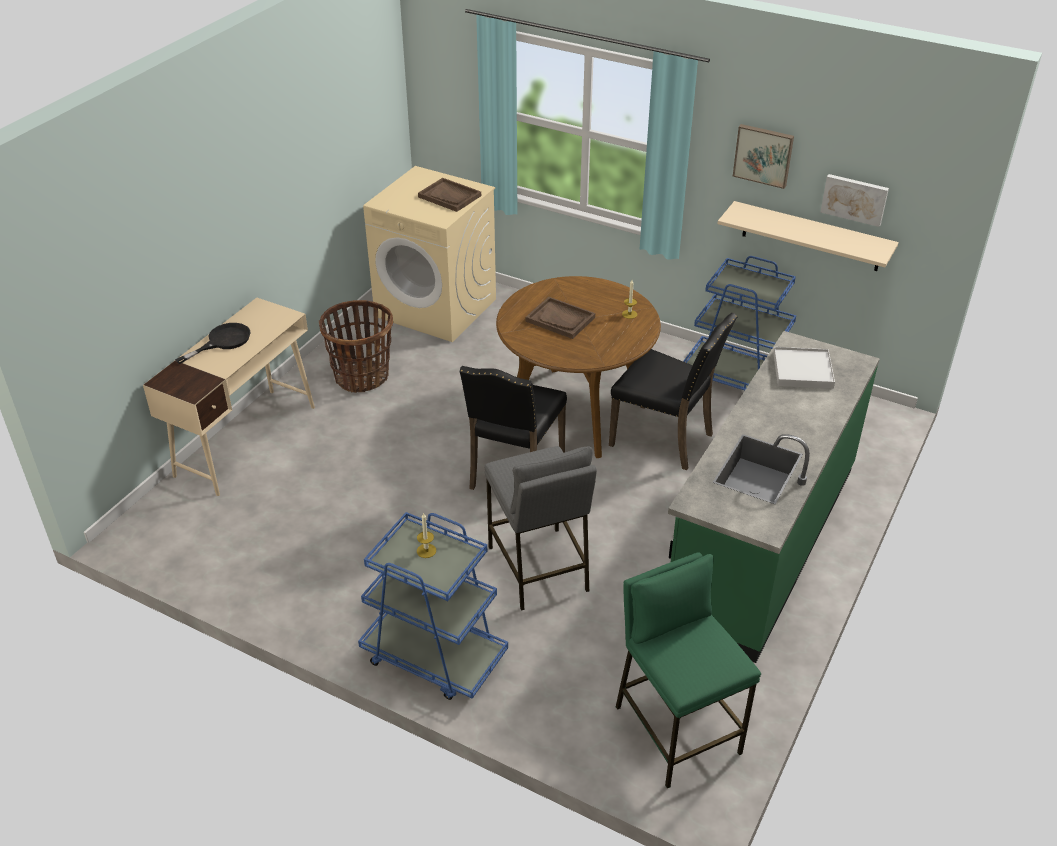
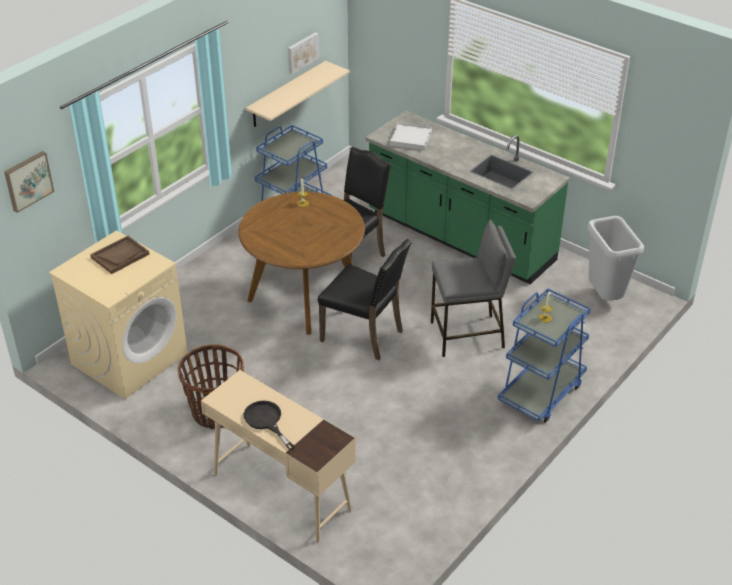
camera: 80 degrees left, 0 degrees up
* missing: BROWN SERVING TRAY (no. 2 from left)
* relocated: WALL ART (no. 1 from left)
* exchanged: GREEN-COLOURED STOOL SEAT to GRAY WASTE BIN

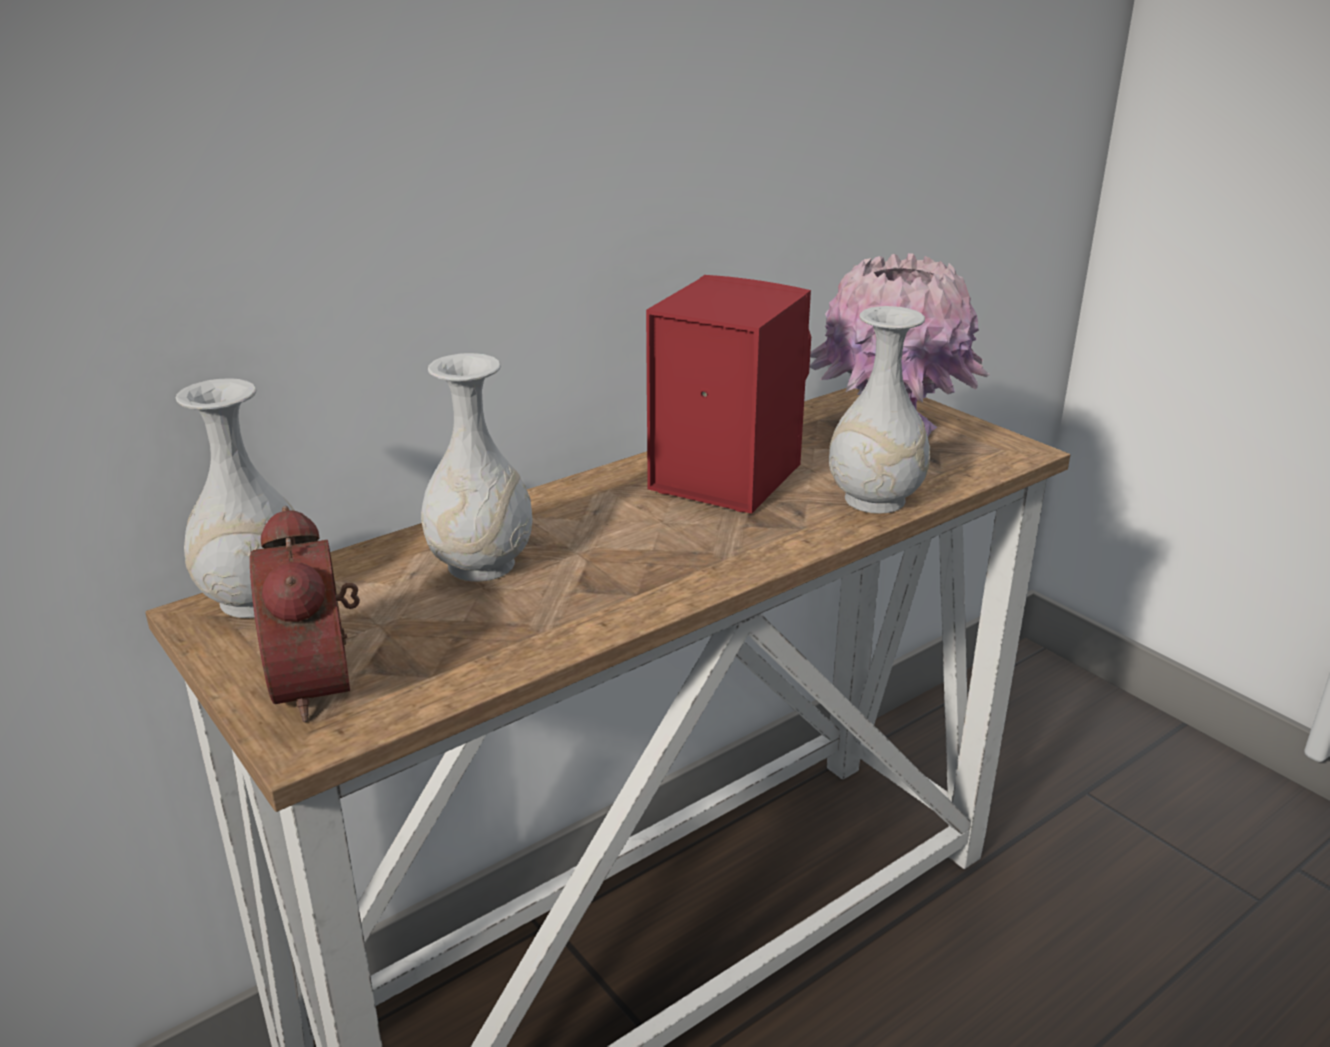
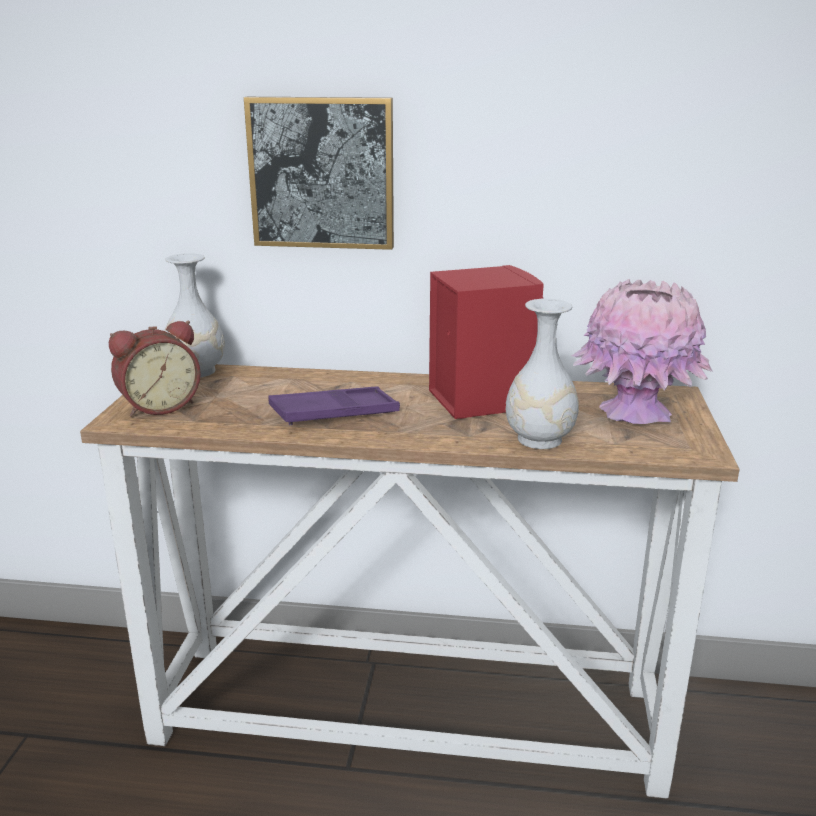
camera: 45 degrees right, 5 degrees down
* missing: WHITISH DECORATIVE VASE (no. 2 from left)
* appeared: WALL ART
* appeared: PURPLISH SERVING TRAY
* spun: ALARM CLOCK 150 degrees counterclockwise

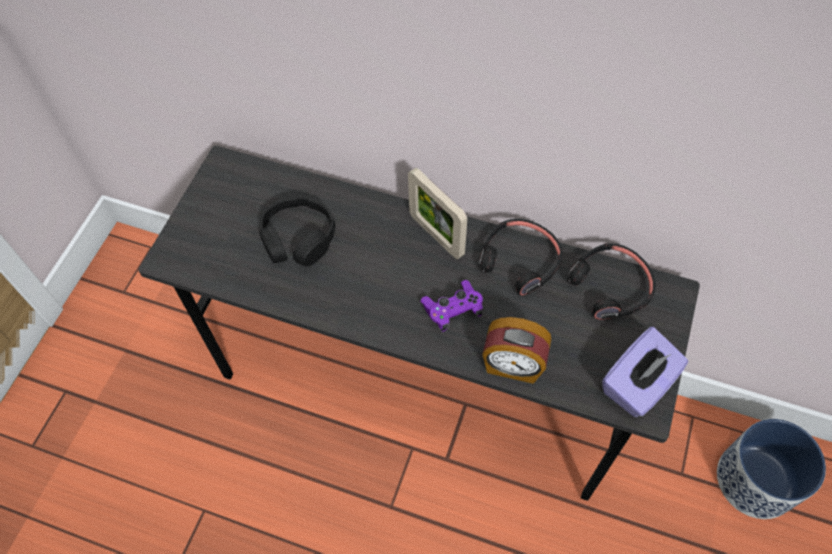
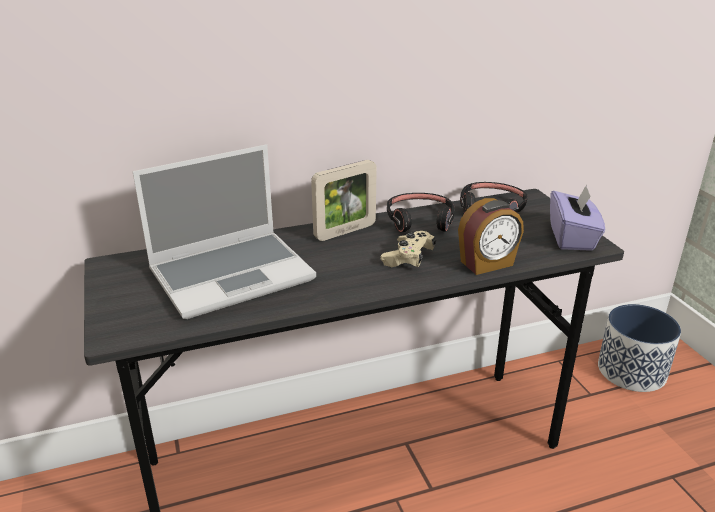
camera: 40 degrees left, 30 degrees down
* exchanged: BLACKISH PAIR OF HEADPHONES (no. 1 from left) to PORTABLE COMPUTER
* colour: PURPLISH JOYPAD to SAND-COLOURED JOYPAD
* spun: PICTURE FRAME 45 degrees counterclockwise

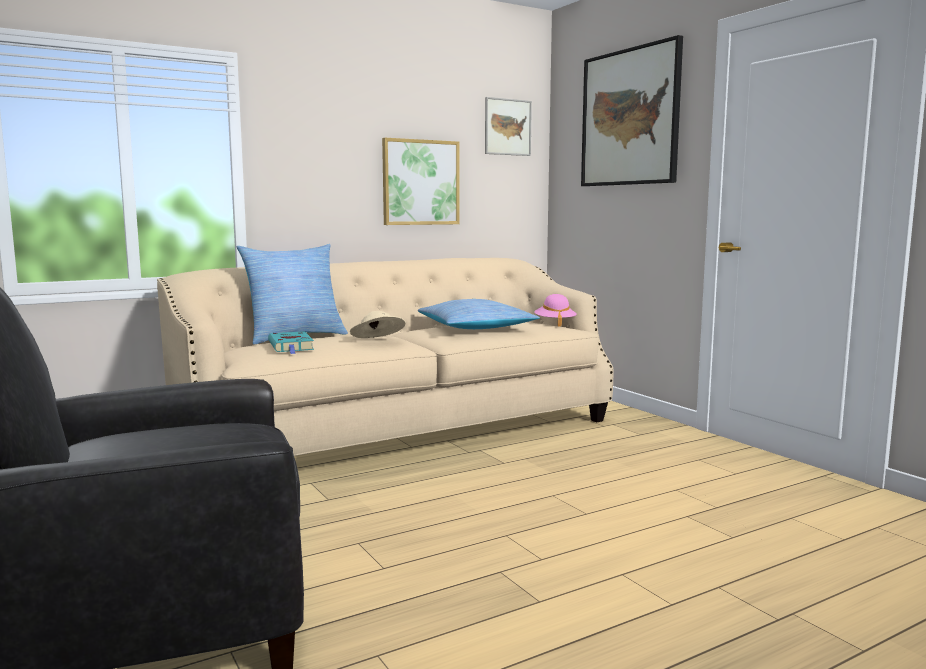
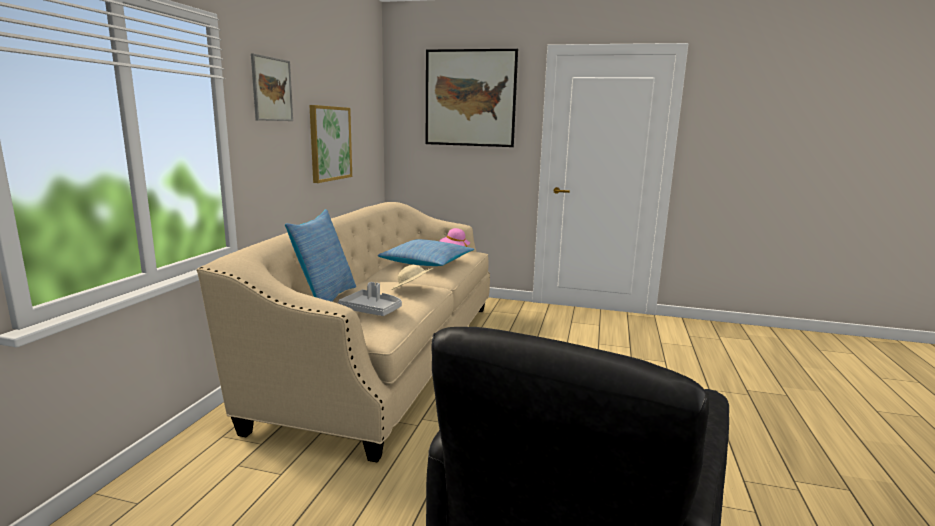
camera: 45 degrees left, 5 degrees up
* relocated: WALL ART (no. 2 from left in the first image) to WALL ART (no. 1 from left)
* exchanged: TURQUOISE BOOK to GRAY SERVING TRAY

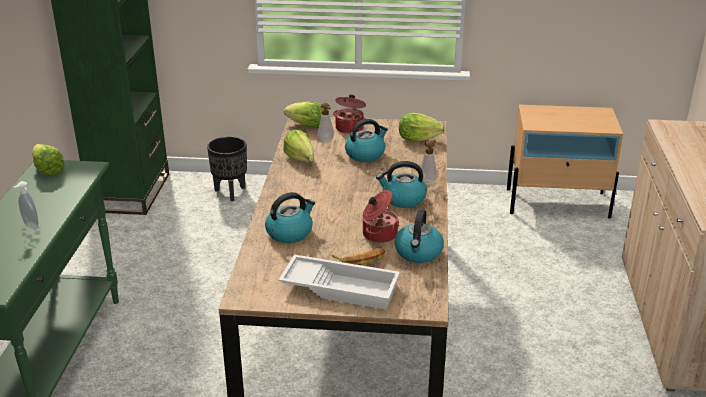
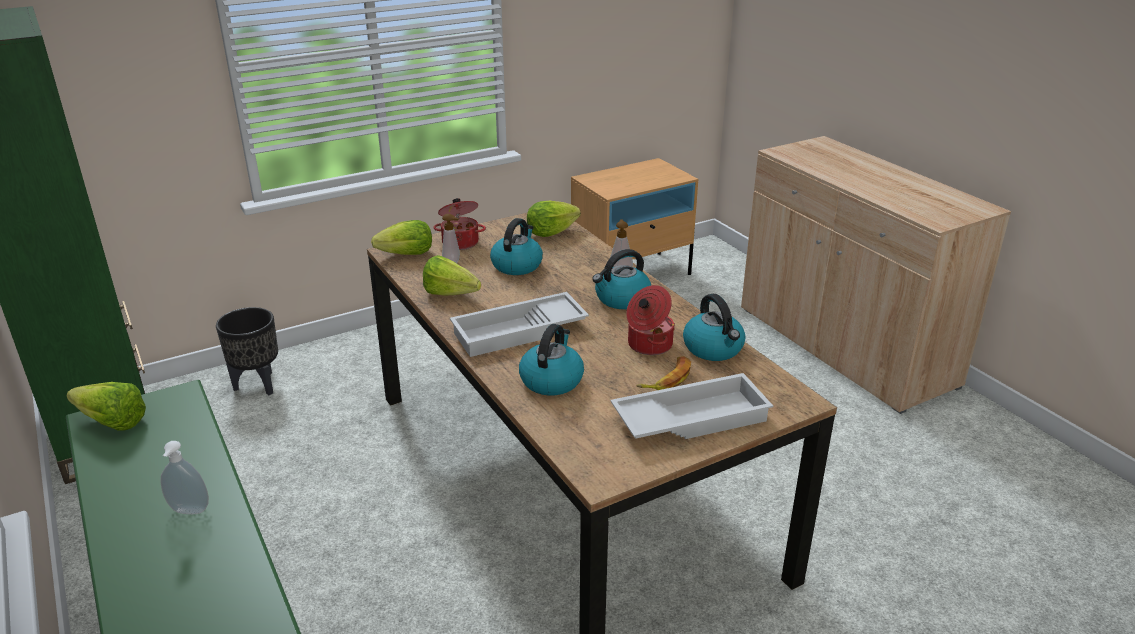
camera: 35 degrees left, 0 degrees up
* appeared: WHITISH SERVING TRAY (no. 1 from left)

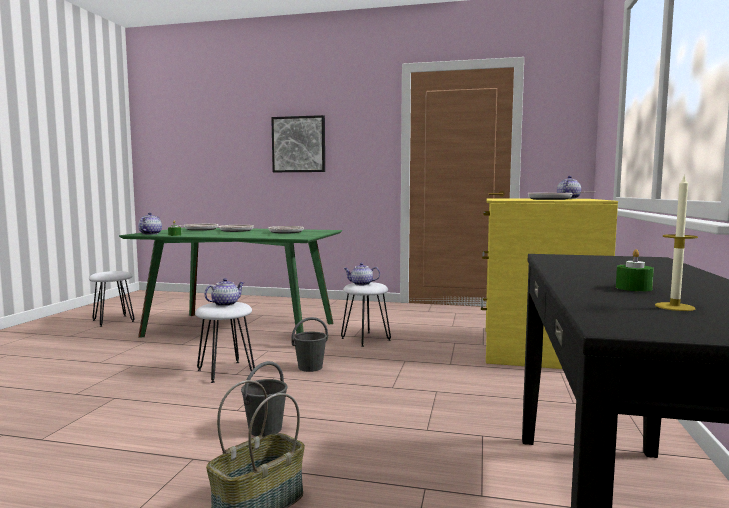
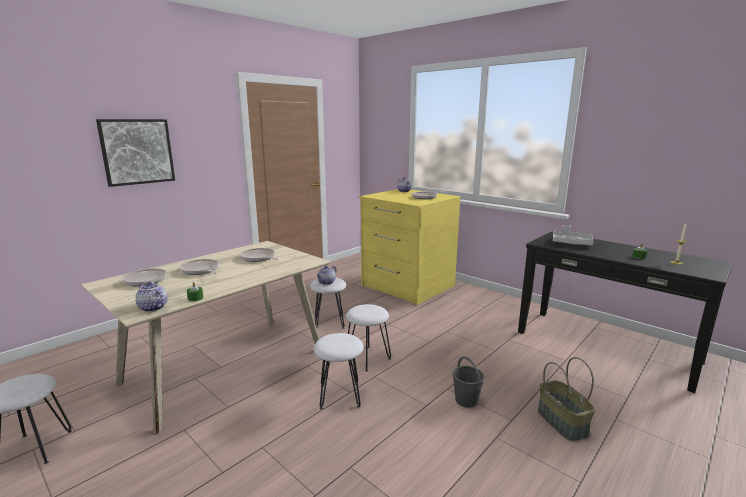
camera: 60 degrees left, 10 degrees up
* missing: POT FOR TEA (no. 2 from left)
* appeared: GRAY SERVING TRAY
* exchanged: GRAY PAIL (no. 2 from left) to WHITISH STOOL SEAT (no. 4 from left)
* colour: GREEN-COLOURED DINING TABLE to SAND-COLOURED DINING TABLE

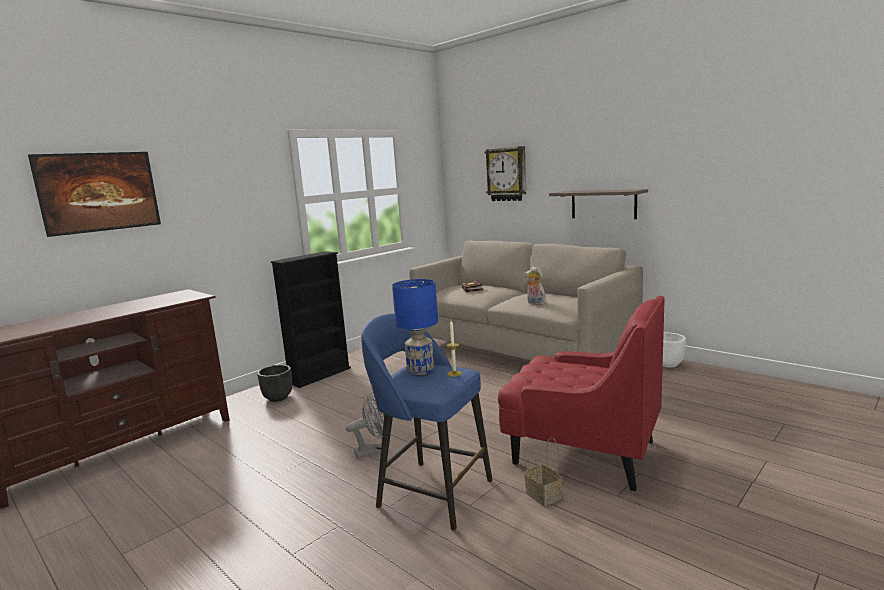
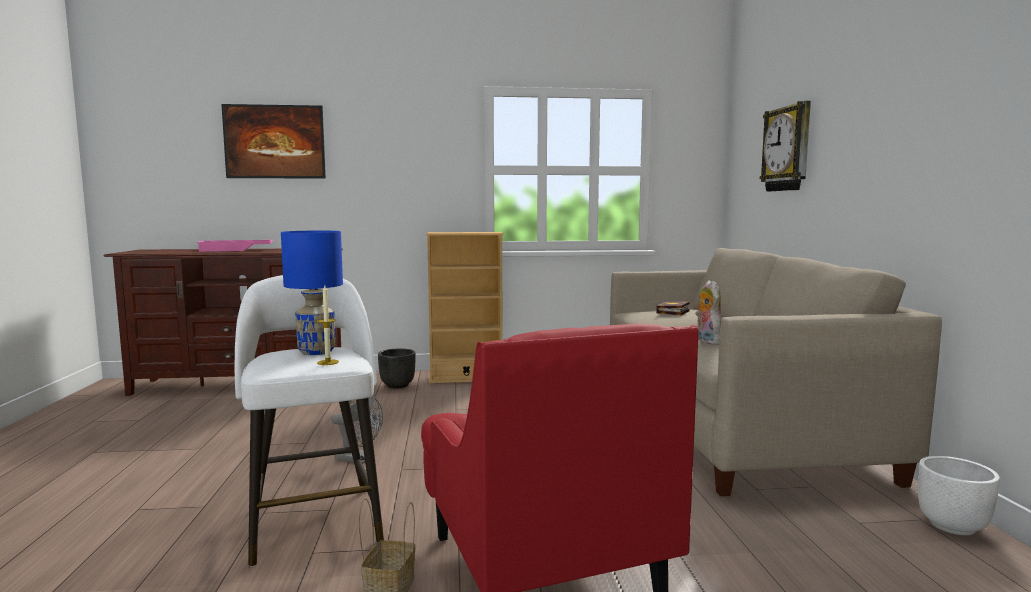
camera: 40 degrees right, 5 degrees down
* missing: WALL SHELF
* appeared: PINK SERVING TRAY
* colour: BLACKISH BOOKCASE to SAND-COLOURED BOOKCASE
* colour: BLUISH STOOL SEAT to WHITISH STOOL SEAT

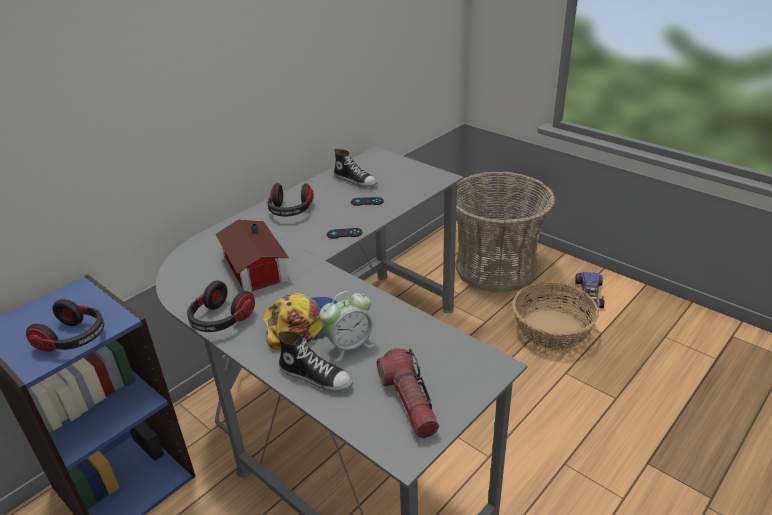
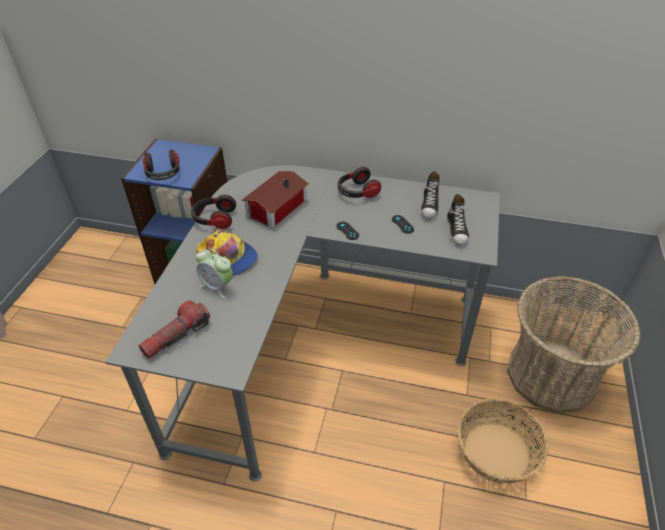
camera: 60 degrees right, 10 degrees up
* missing: MODEL CAR
* relocated: SHOE (no. 1 from left in the first image) to SHOE (no. 2 from left)

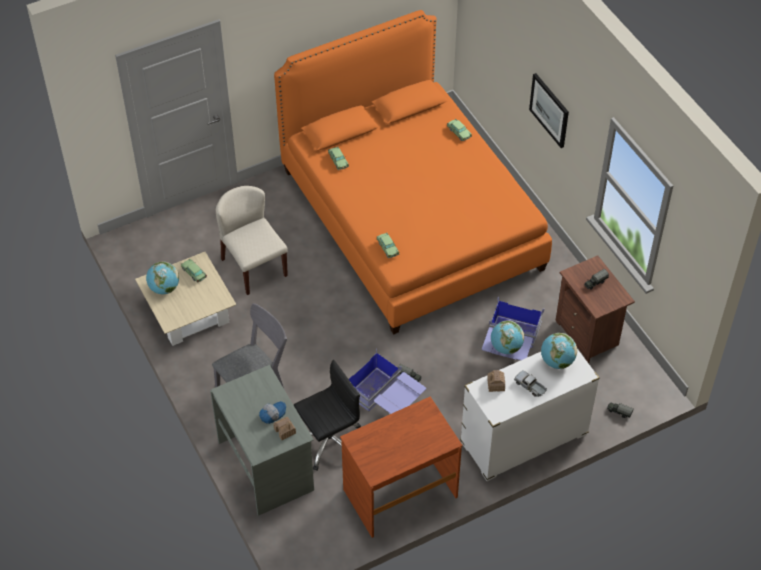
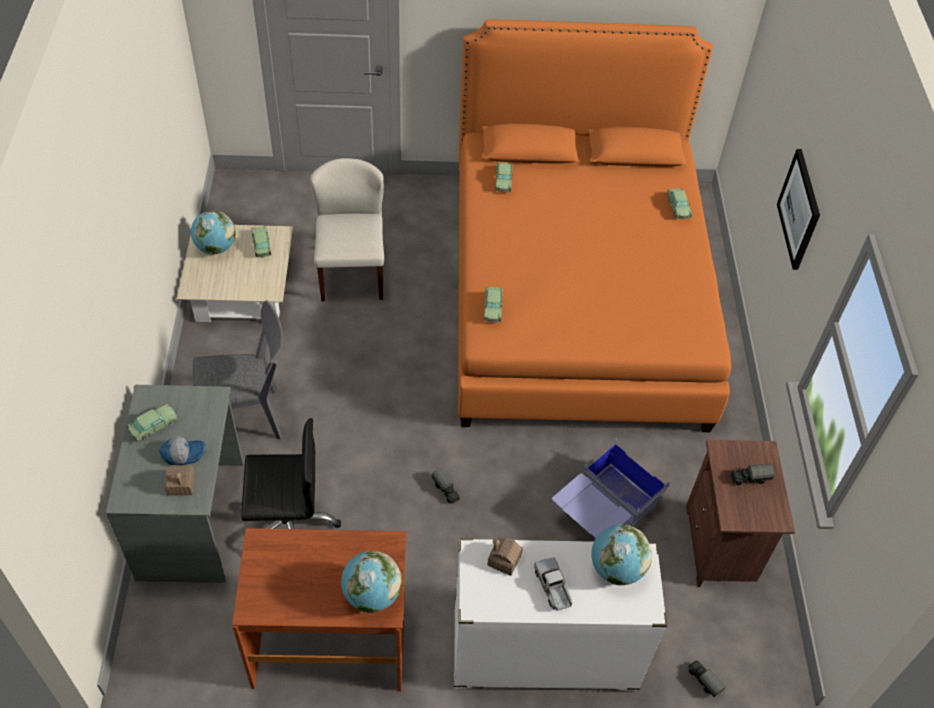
camera: 25 degrees right, 0 degrees up
* missing: BLUISH STORAGE BOX (no. 1 from left)
* appeared: MODEL CAR (no. 1 from left)
* relocated: GLOBE (no. 2 from left)

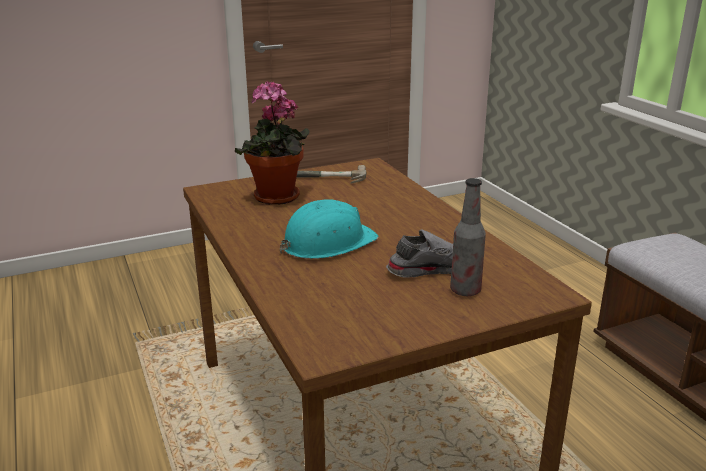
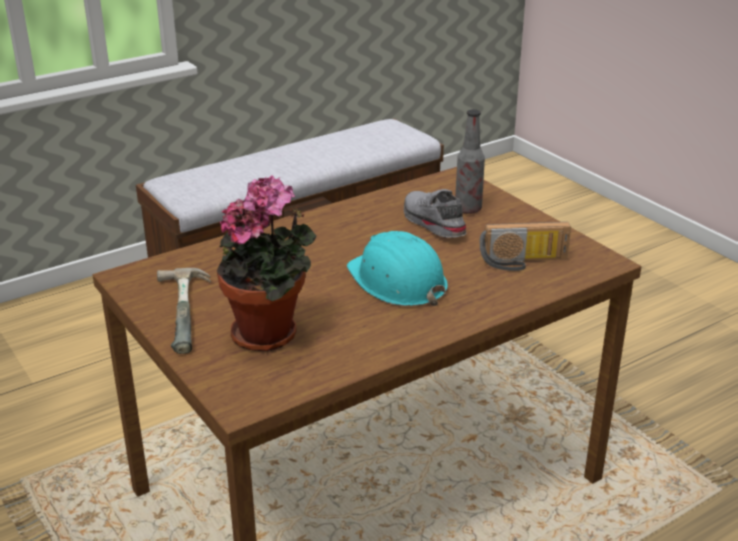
camera: 100 degrees left, 5 degrees up
* appeared: RADIO

